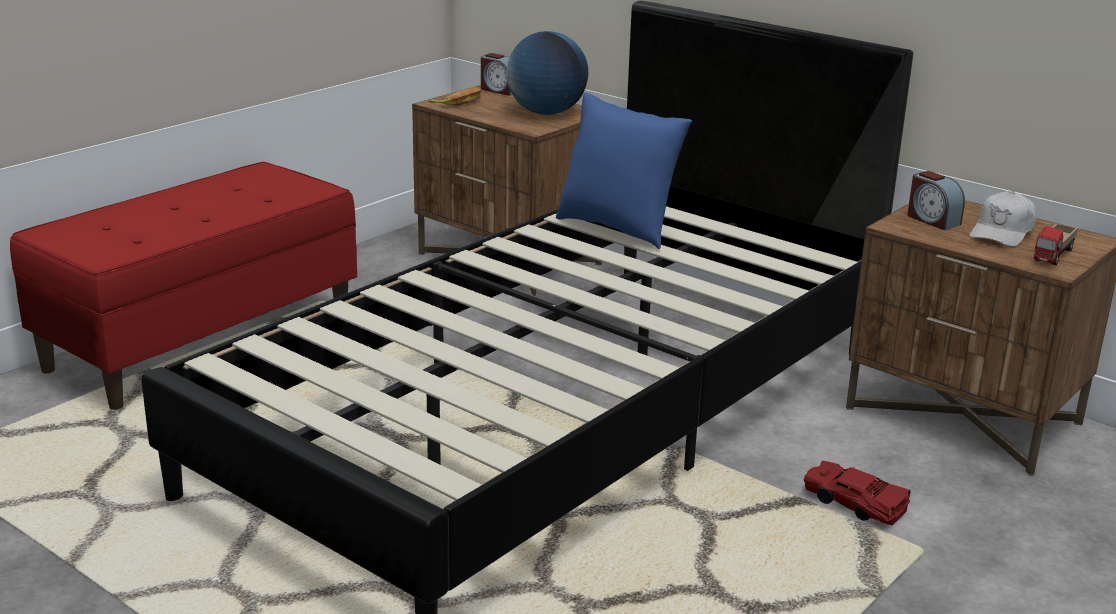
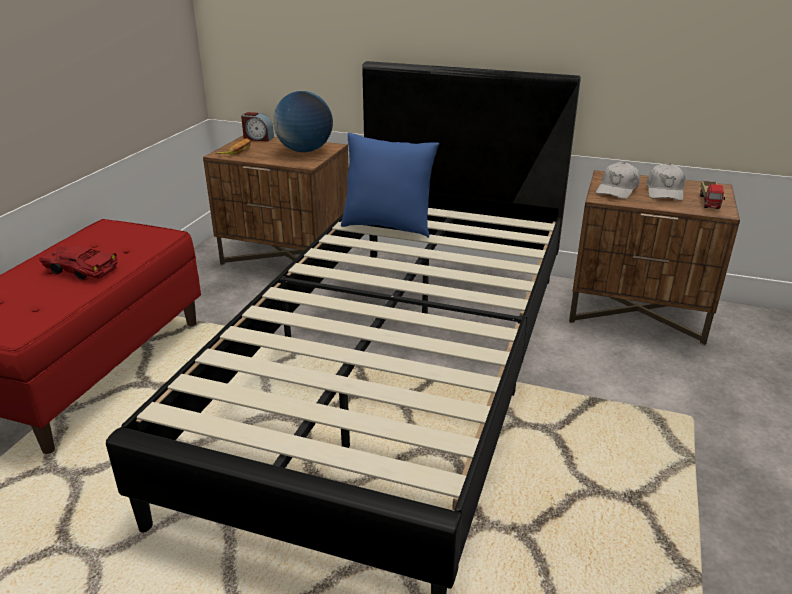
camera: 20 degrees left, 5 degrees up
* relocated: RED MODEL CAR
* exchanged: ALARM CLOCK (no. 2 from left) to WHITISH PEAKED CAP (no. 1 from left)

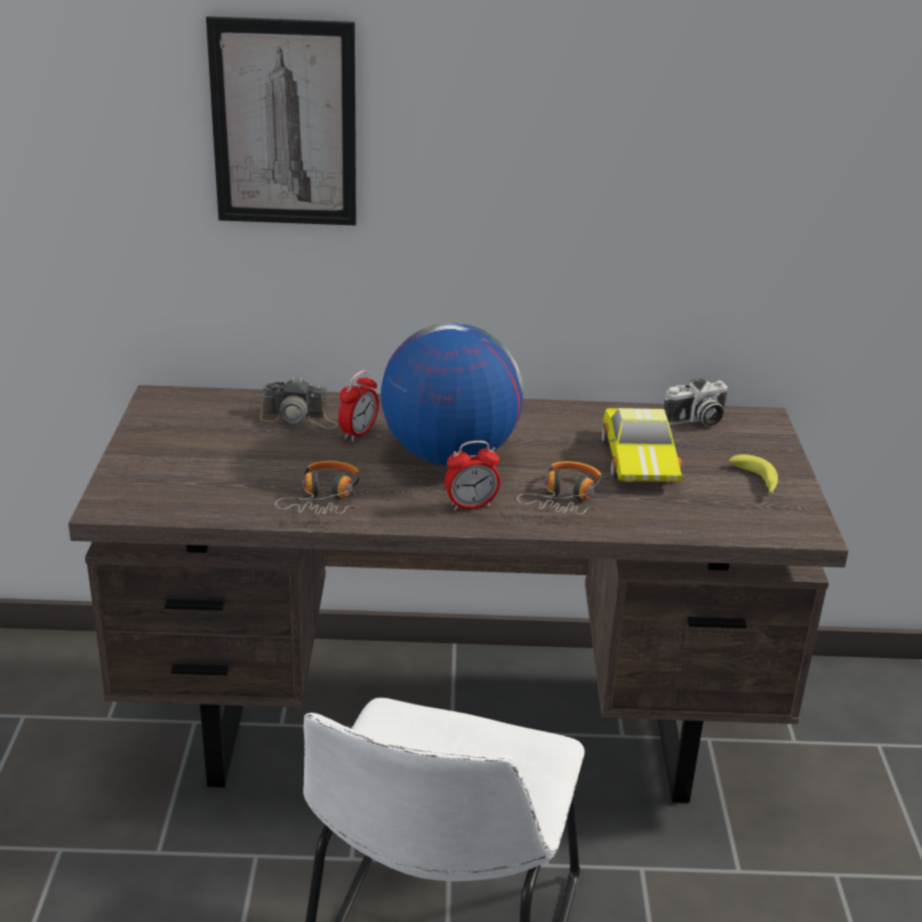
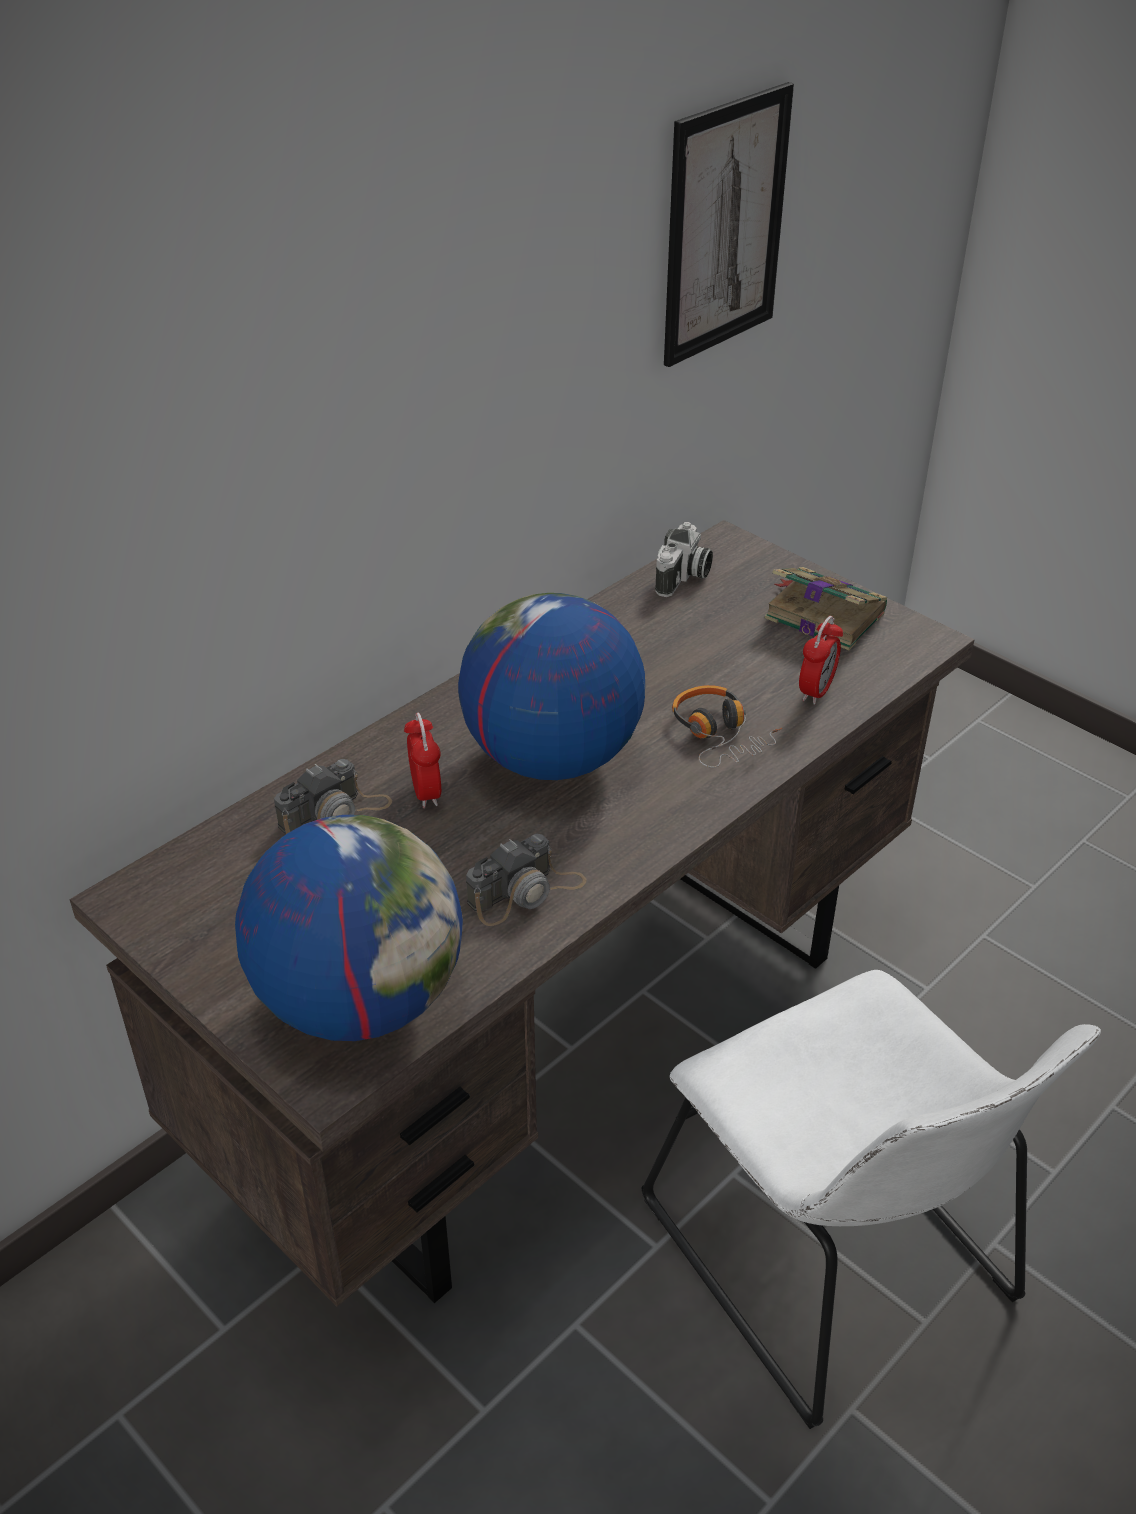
camera: 45 degrees left, 10 degrees up
* missing: MODEL CAR
* appeared: GLOBE (no. 1 from left)
* relocated: WALL ART
* relocated: ALARM CLOCK (no. 2 from left)
* exchanged: PAIR OF HEADPHONES (no. 1 from left) to PHOTO CAMERA (no. 2 from left)
* exchanged: BANANA FRUIT to BOOK

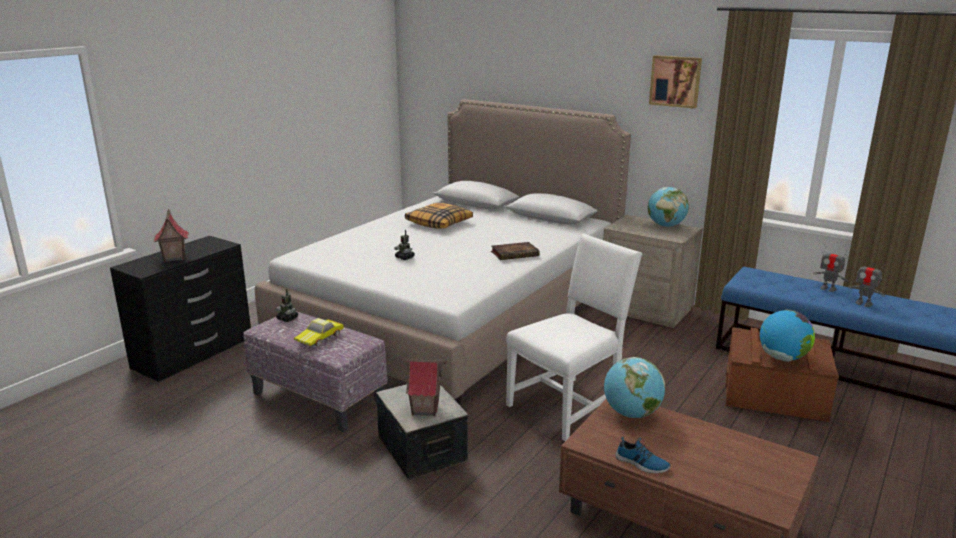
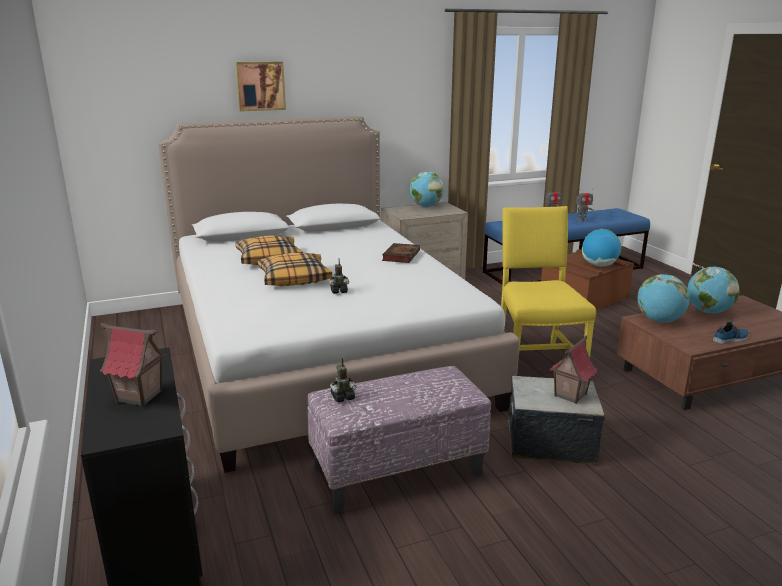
camera: 55 degrees left, 0 degrees up
* missing: MODEL CAR
* appeared: CUSHION (no. 2 from left)
* appeared: GLOBE (no. 4 from left)
* relocated: WALL ART
* colour: WHITISH CHAIR to YELLOWISH CHAIR

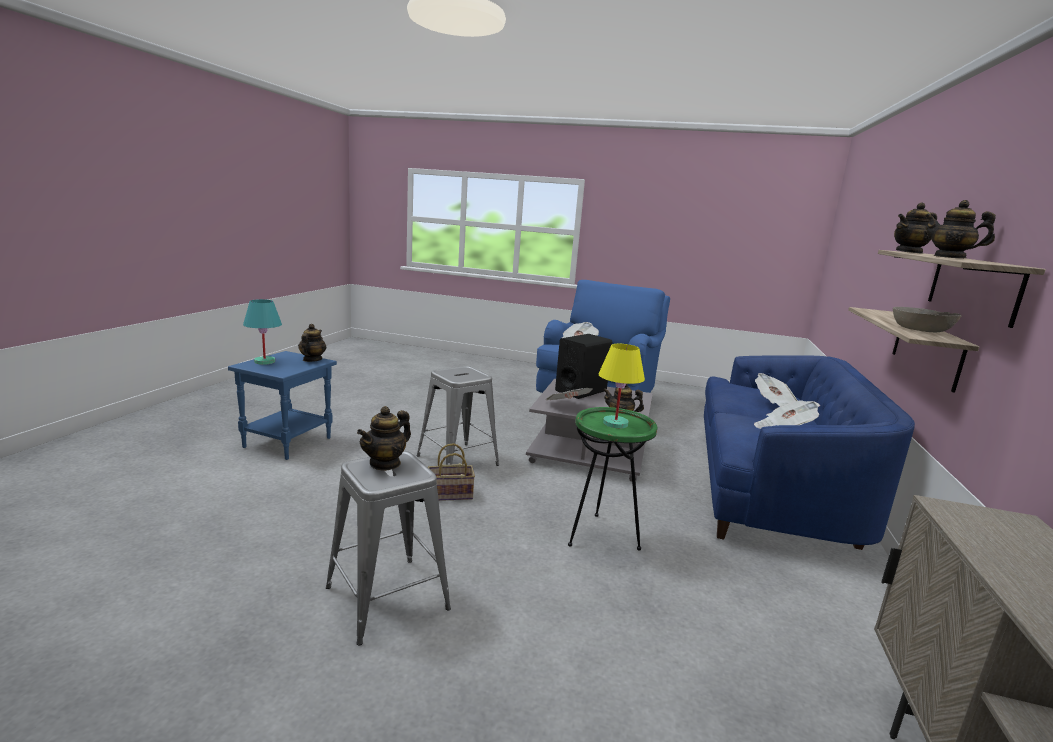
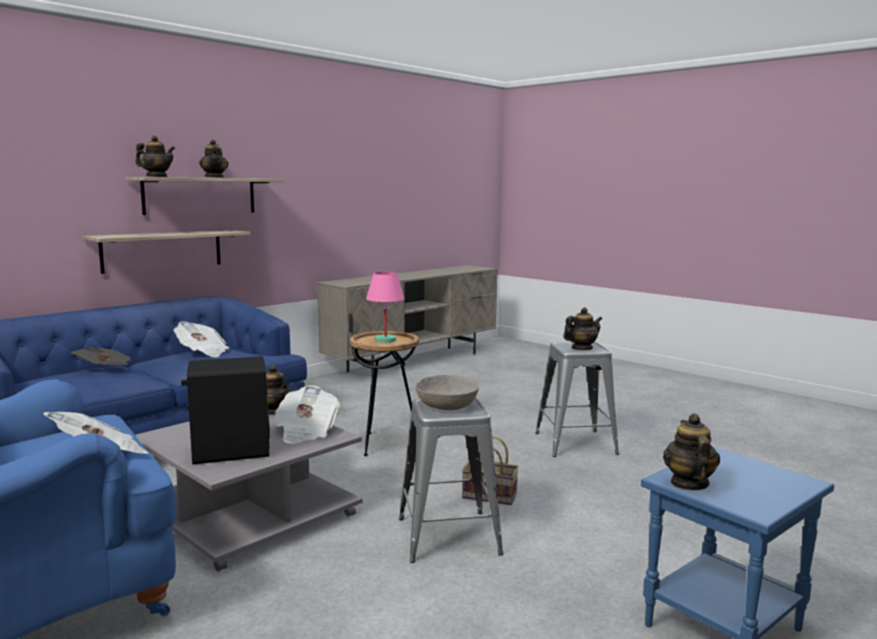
camera: 150 degrees left, 5 degrees down
* missing: TURQUOISE TABLE LAMP
* relocated: GRAY BOWL
* colour: GREEN-COLOURED ACCENT TABLE to BROWN ACCENT TABLE
* colour: YELLOWISH TABLE LAMP to PINK TABLE LAMP
* spun: POT FOR TEA (no. 1 from left in the first image) 150 degrees clockwise

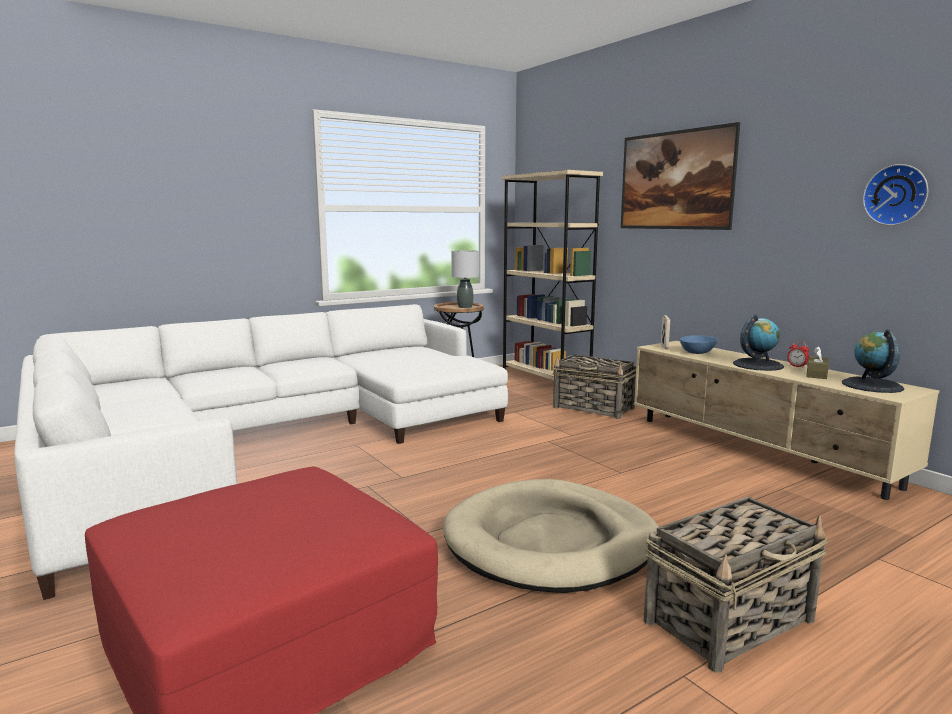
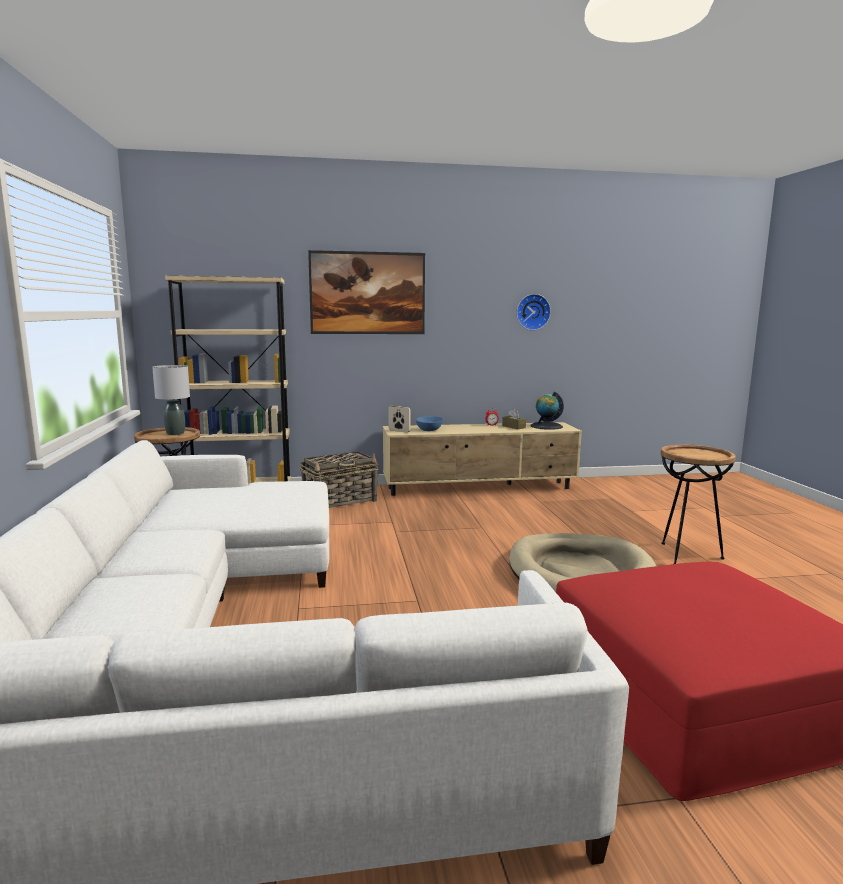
camera: 65 degrees left, 0 degrees up
* missing: GLOBE (no. 1 from left)
* exchanged: BASKET (no. 2 from left) to BROWN ACCENT TABLE (no. 2 from left)

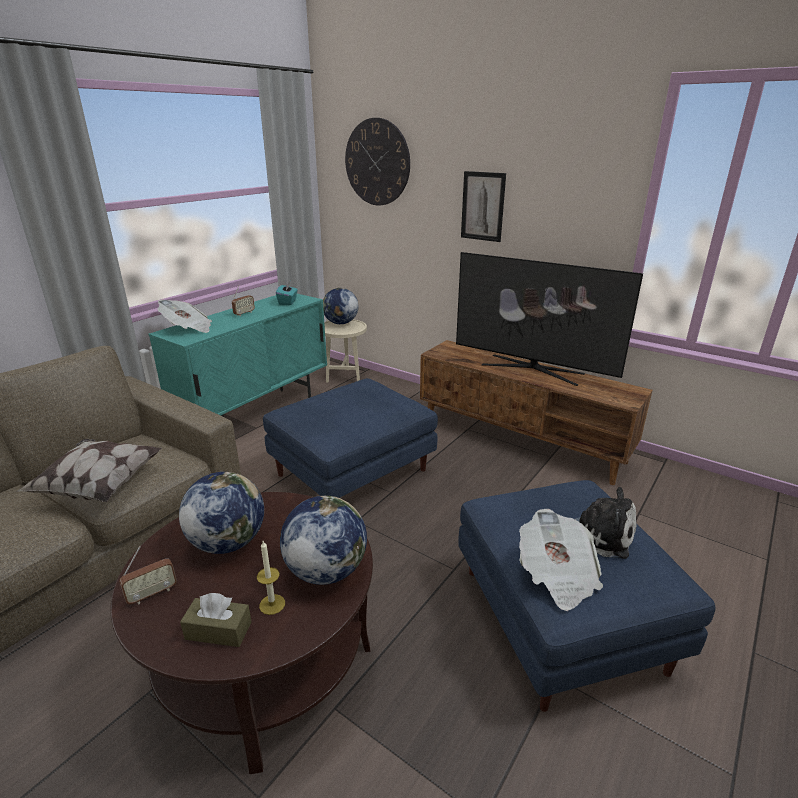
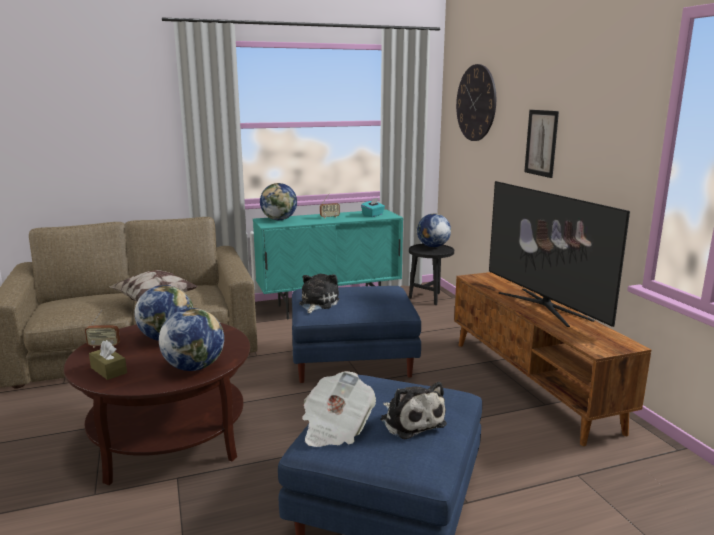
camera: 35 degrees right, 10 degrees down
* missing: WAX CANDLE
* appeared: PLUSH TOY (no. 1 from left)
* exchanged: NEWSPAPER (no. 1 from left) to GLOBE (no. 3 from left)
* colour: SAND-COLOURED ACCENT TABLE to BLACKISH ACCENT TABLE

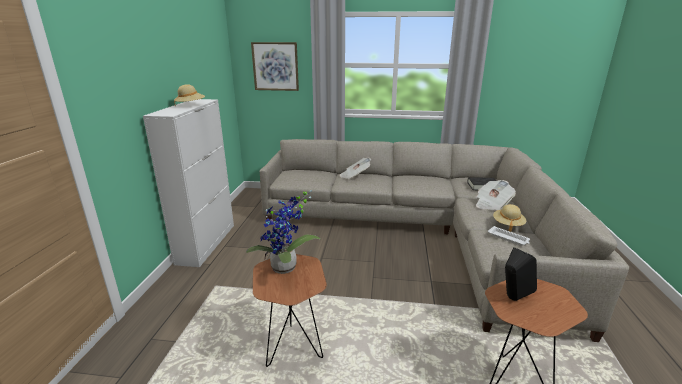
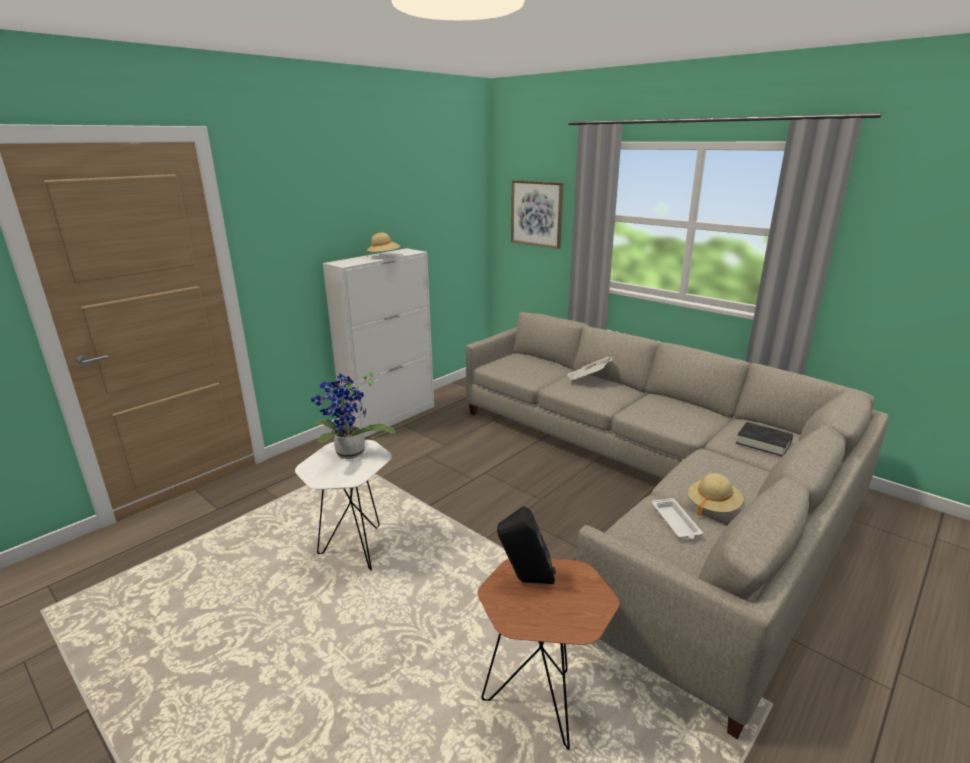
camera: 35 degrees right, 0 degrees up
* missing: NEWSPAPER (no. 2 from left)
* colour: BROWN ACCENT TABLE (no. 1 from left) to WHITISH ACCENT TABLE

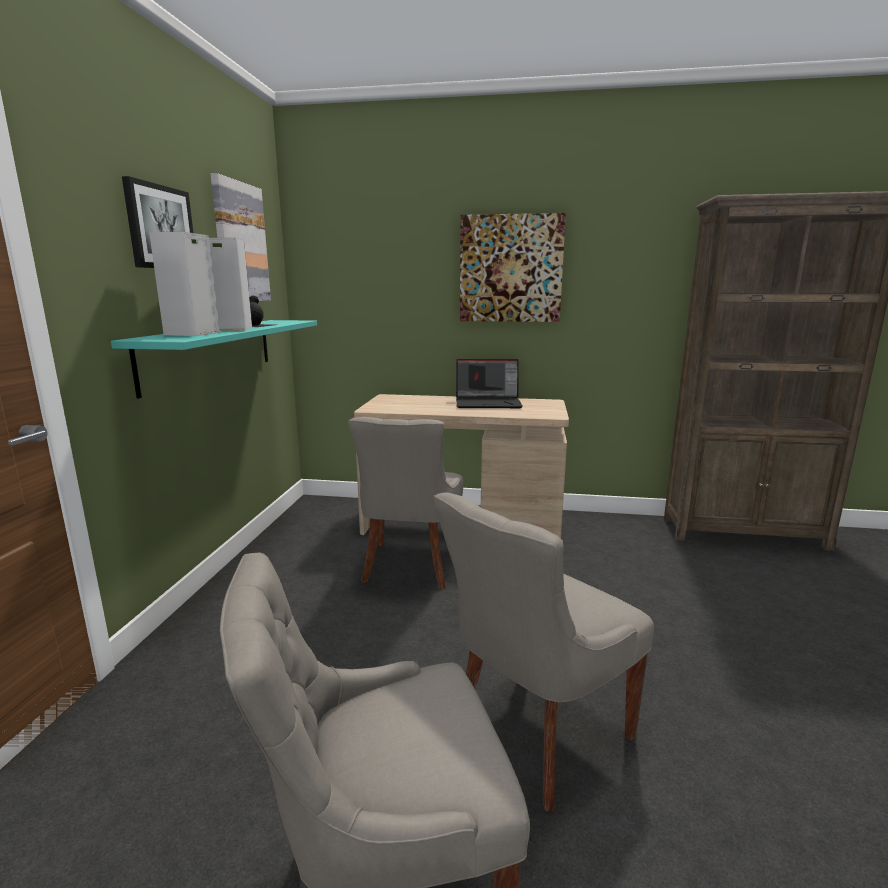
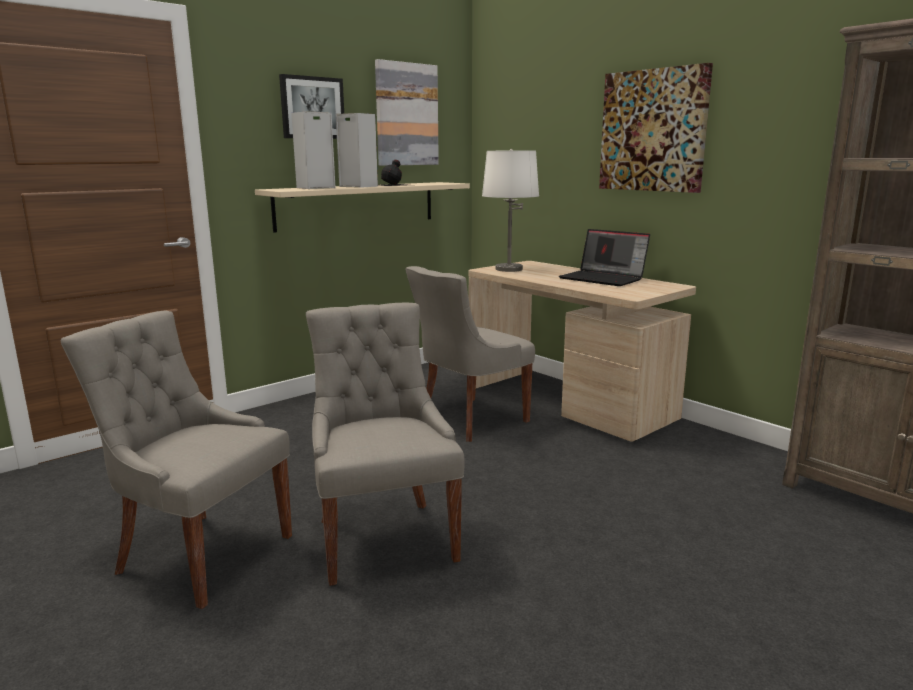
camera: 40 degrees right, 0 degrees up
* appeared: WHITISH TABLE LAMP
* colour: TURQUOISE WALL SHELF to SAND-COLOURED WALL SHELF
* spun: GRAY CHAIR (no. 3 from left in the first image) 75 degrees clockwise

